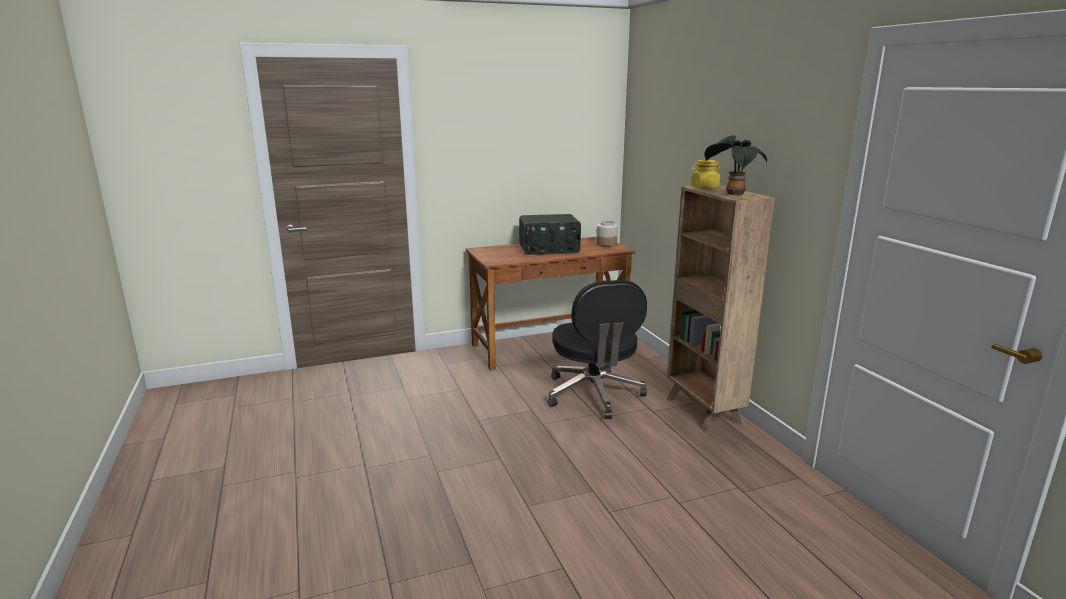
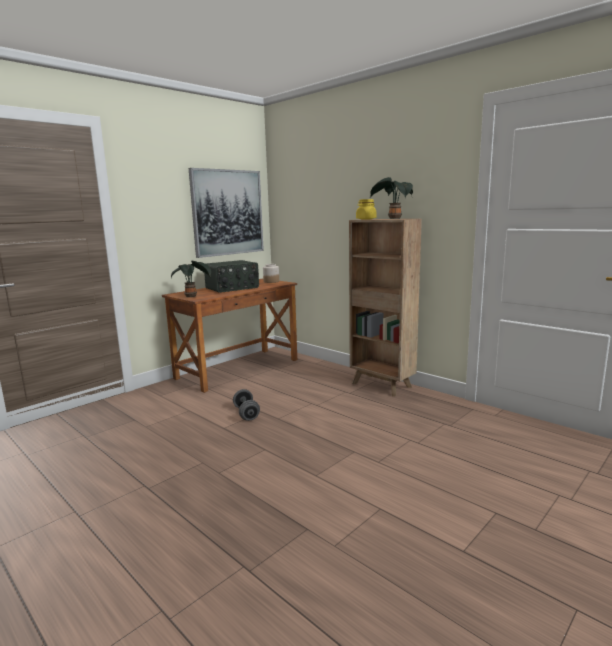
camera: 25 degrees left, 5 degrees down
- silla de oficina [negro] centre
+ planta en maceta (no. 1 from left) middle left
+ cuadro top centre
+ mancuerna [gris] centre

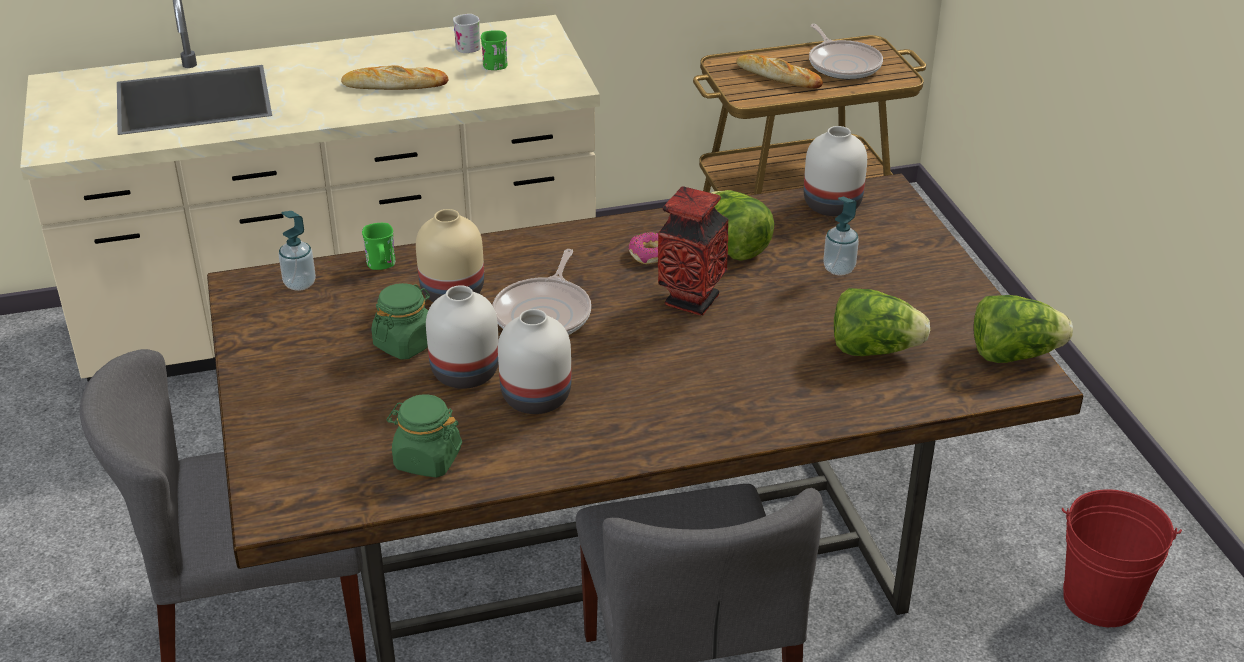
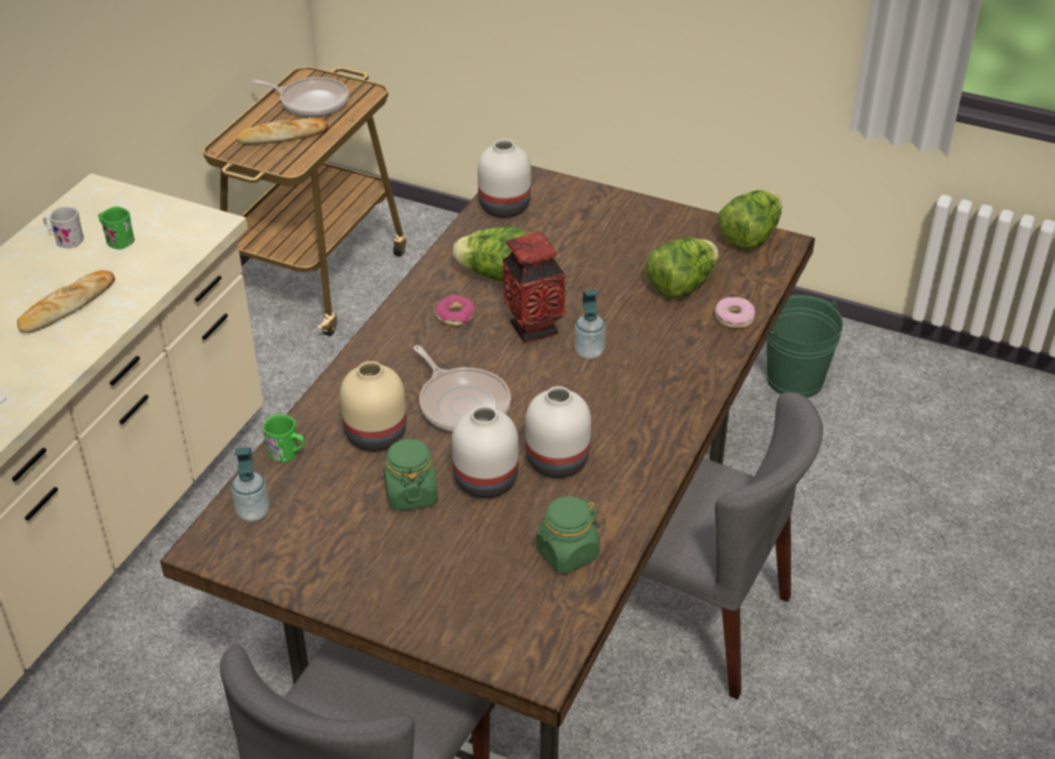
camera: 50 degrees left, 5 degrees up
~ dispensador de jabón (no. 2 from left) middle right to centre
~ cubo [rojo] bottom right to cubo [verde] middle right
+ rosquilla (no. 2 from left) middle right

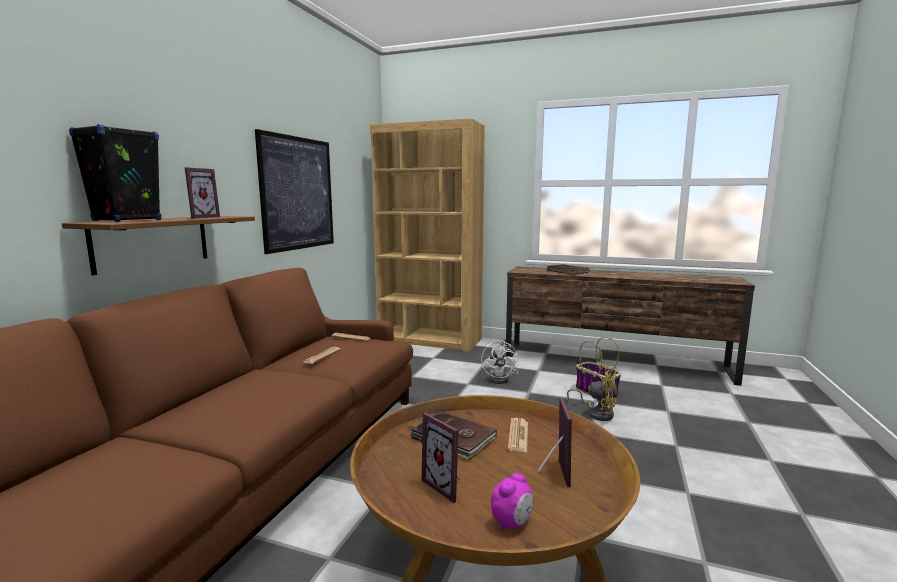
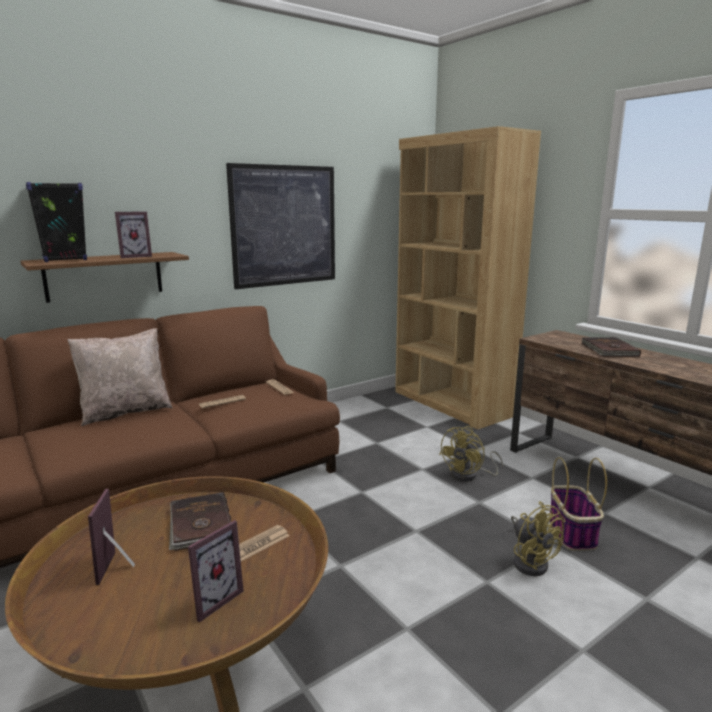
camera: 35 degrees right, 5 degrees up
~ ventilador [blanco] centre to ventilador [amarillo] (no. 1 from left) centre
- despertador bottom centre
+ cojín [beis] middle left

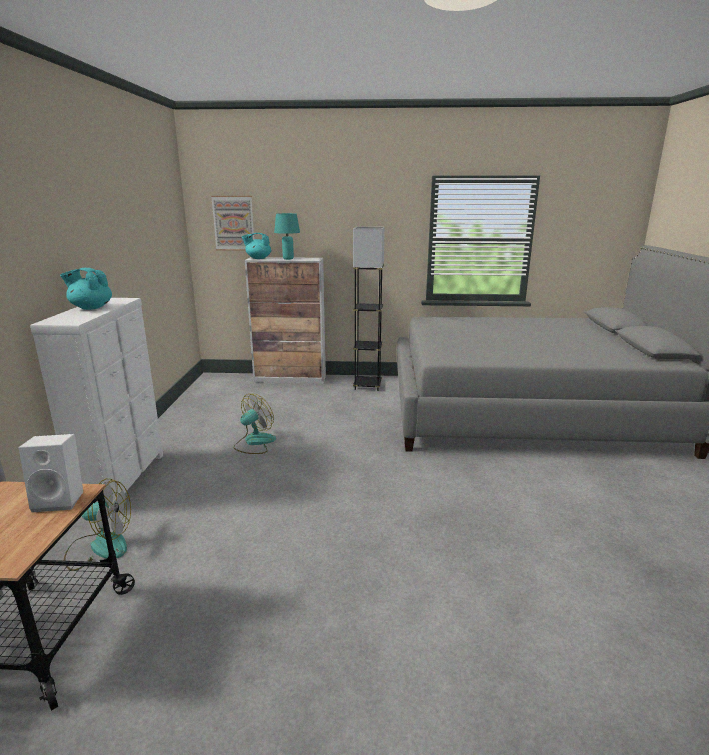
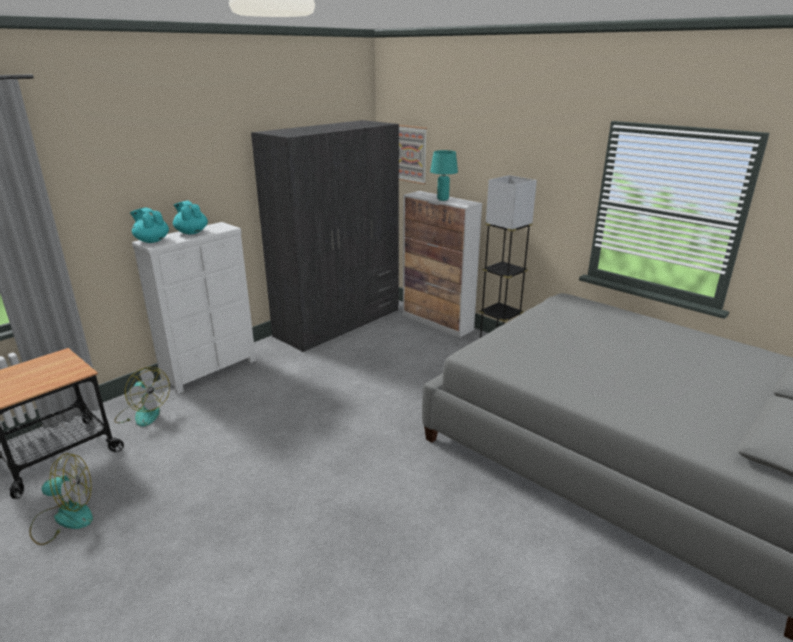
camera: 40 degrees right, 5 degrees up
- altavoz [blanco] middle left
~ ventilador (no. 2 from left in the first image) centre to ventilador (no. 1 from left) bottom left
~ tetera [turquesa] (no. 2 from left in the first image) top centre to tetera [turquesa] (no. 1 from left) middle left
+ armario ropero [gris] centre

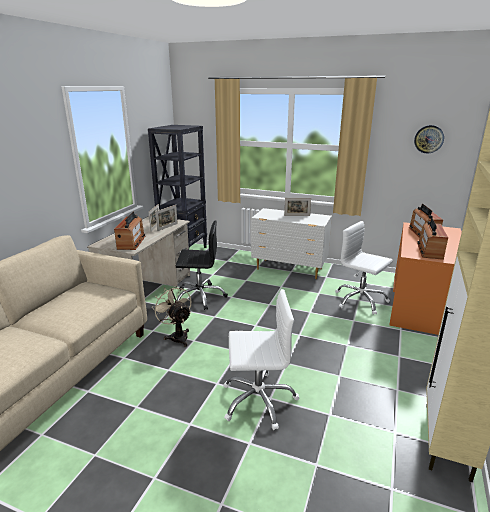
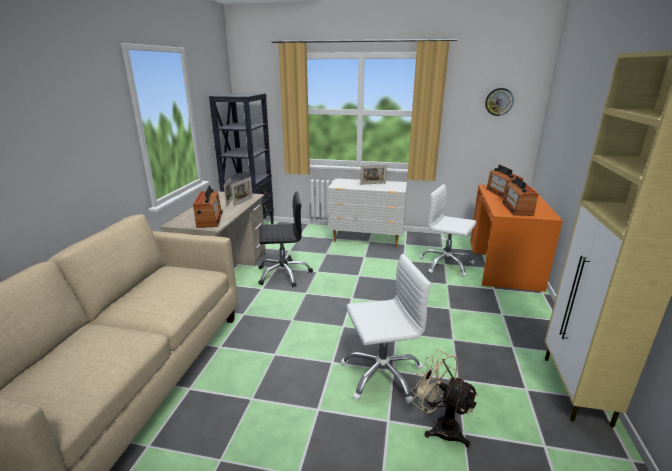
camera: 10 degrees left, 0 degrees up
~ ventilador [beis] centre to bottom centre

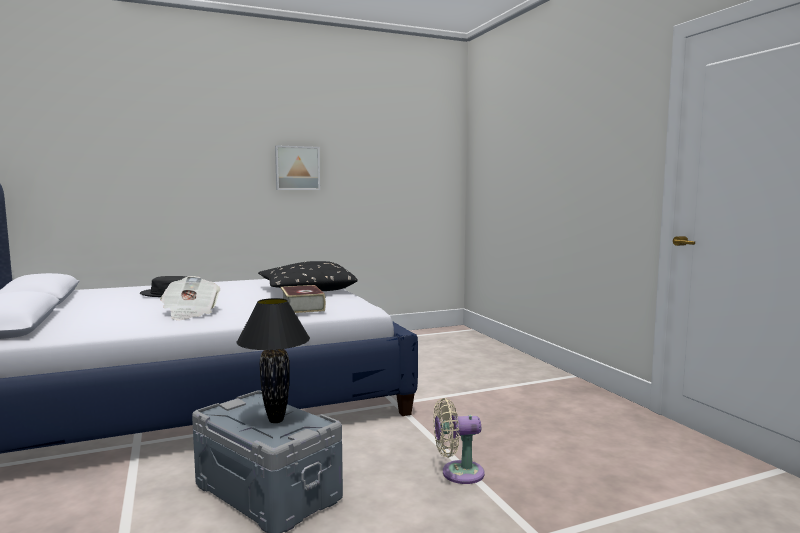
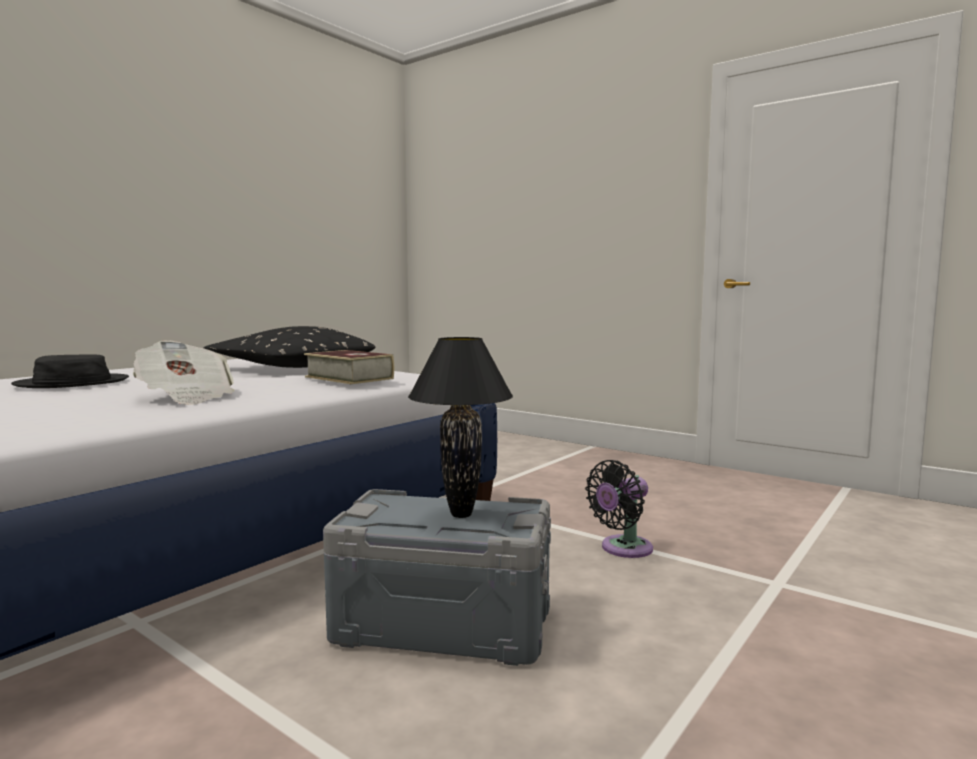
camera: 30 degrees left, 0 degrees up
- cuadro top centre
~ ventilador [beis] bottom centre to ventilador [negro] bottom centre

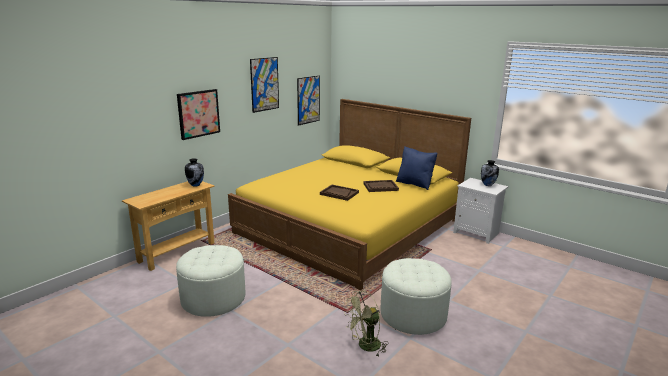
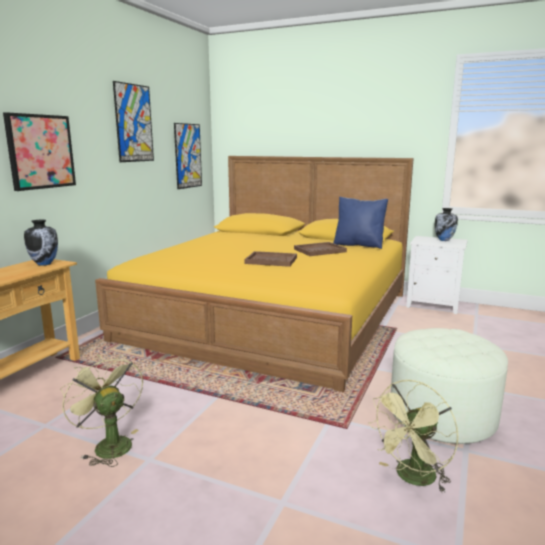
camera: 15 degrees left, 5 degrees down
~ puf [blanco] (no. 1 from left) bottom left to ventilador [verde] (no. 1 from left) bottom left

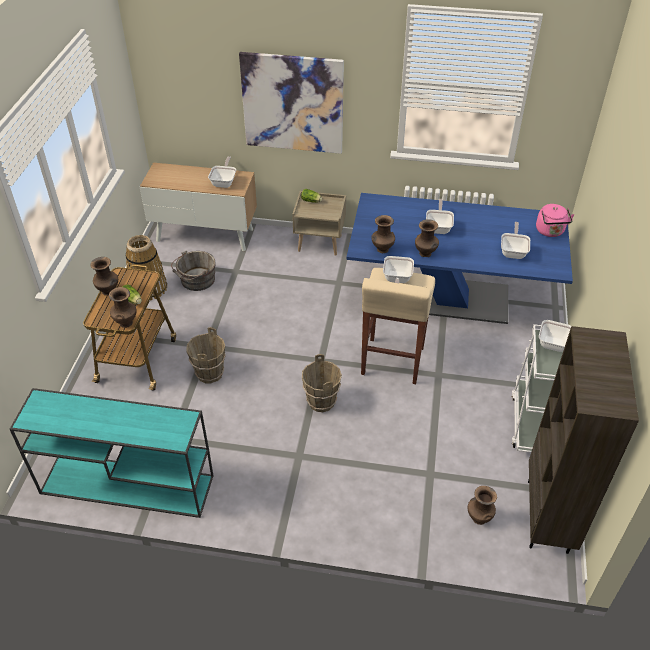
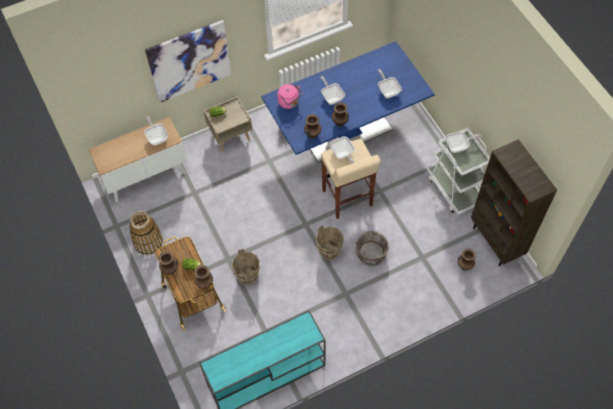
camera: 35 degrees left, 15 degrees up
~ cubo [gris] middle left to centre
~ hervidor [rosa] middle right to top centre

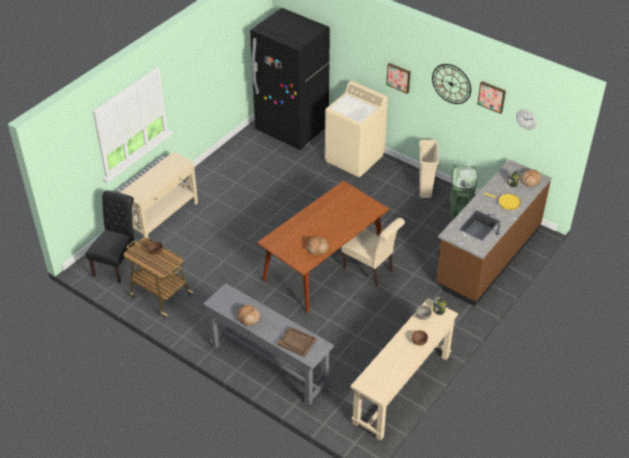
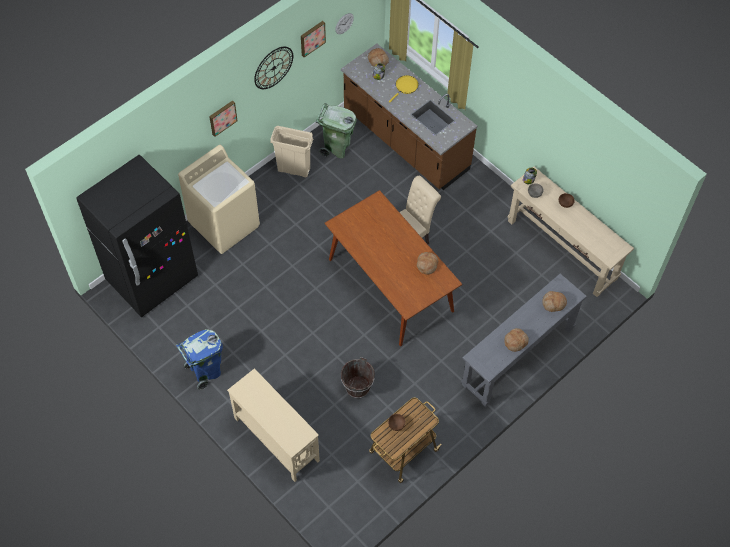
camera: 80 degrees left, 15 degrees up
- silla [negro] middle left
~ bandeja [marrón] bottom centre to pan (no. 4 from left) middle right
+ papelera [azul] middle left
+ cubo [marrón] bottom centre

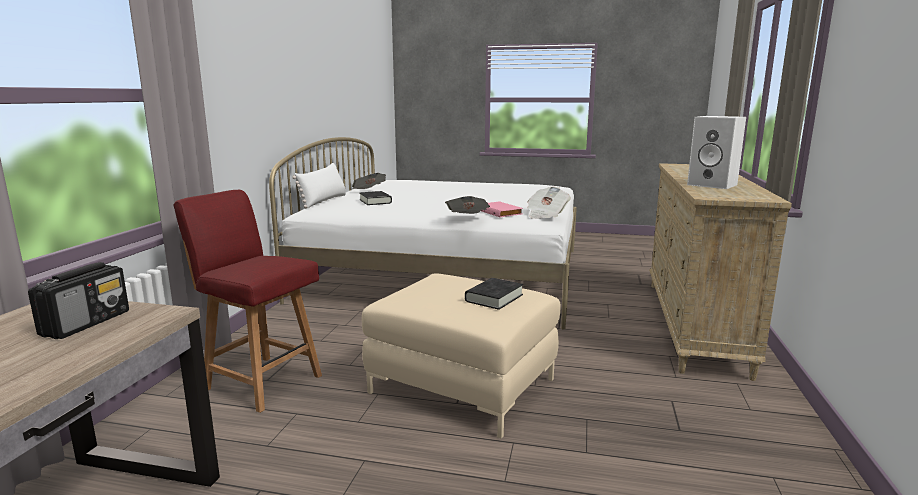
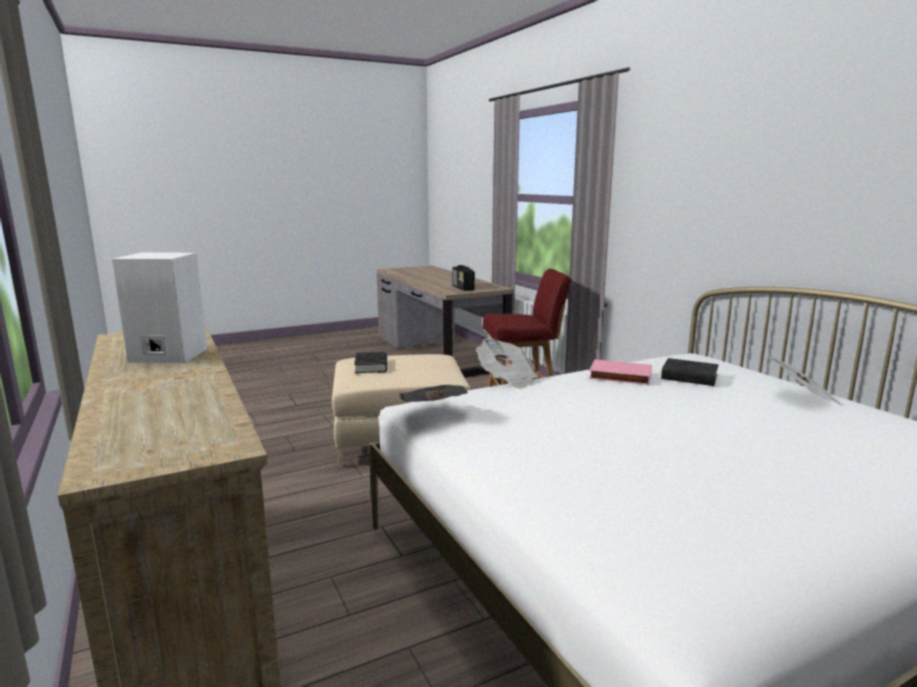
camera: 140 degrees right, 0 degrees up
- cojín [blanco] centre
~ libro [rosa] centre to middle right

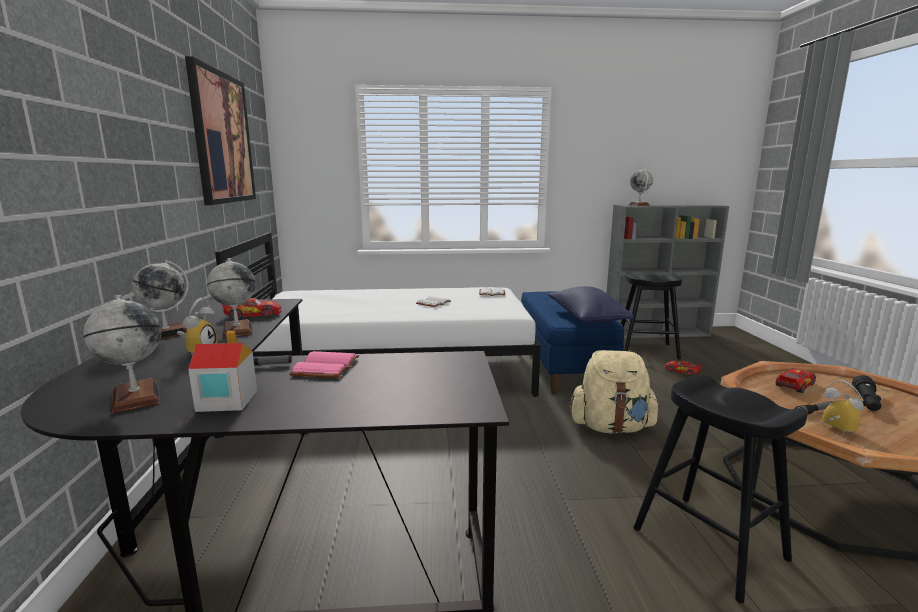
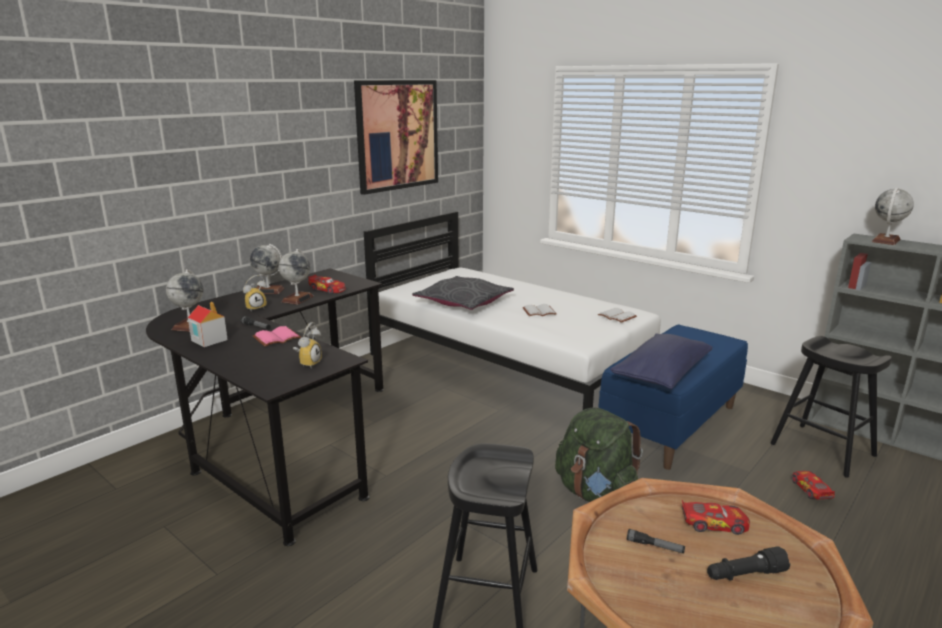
camera: 45 degrees right, 5 degrees up
~ mochila [beis] middle right to mochila [verde] bottom centre
~ despertador (no. 2 from left) middle right to middle left
+ cojín [gris] centre

